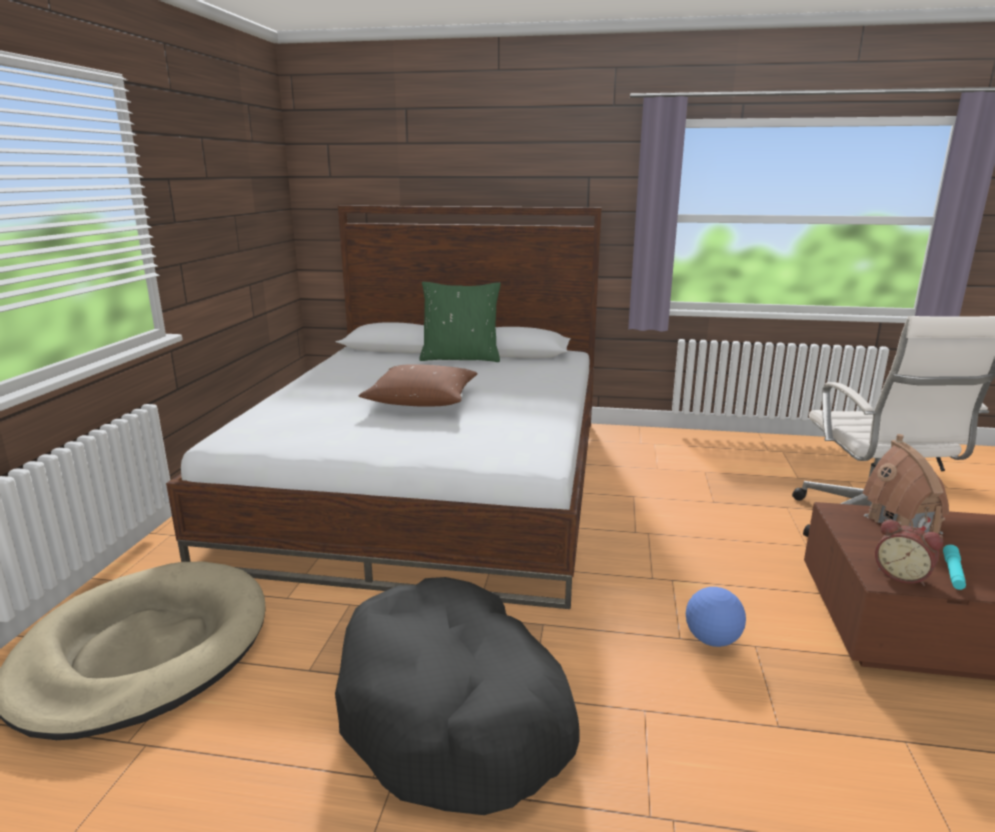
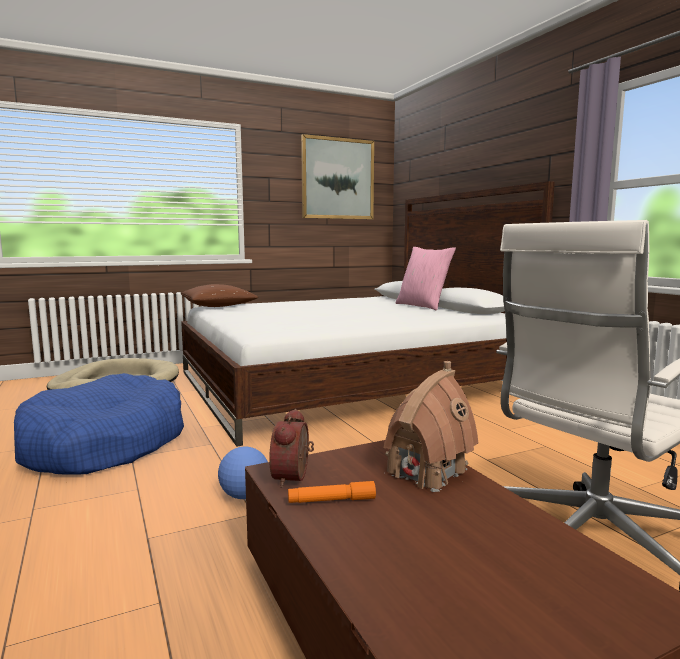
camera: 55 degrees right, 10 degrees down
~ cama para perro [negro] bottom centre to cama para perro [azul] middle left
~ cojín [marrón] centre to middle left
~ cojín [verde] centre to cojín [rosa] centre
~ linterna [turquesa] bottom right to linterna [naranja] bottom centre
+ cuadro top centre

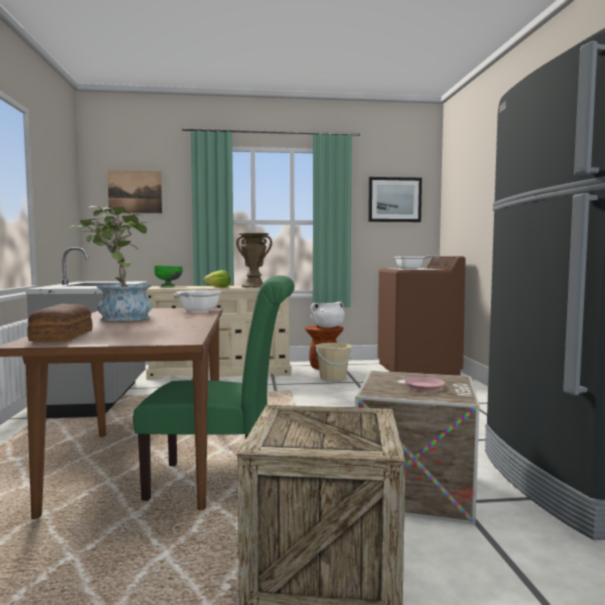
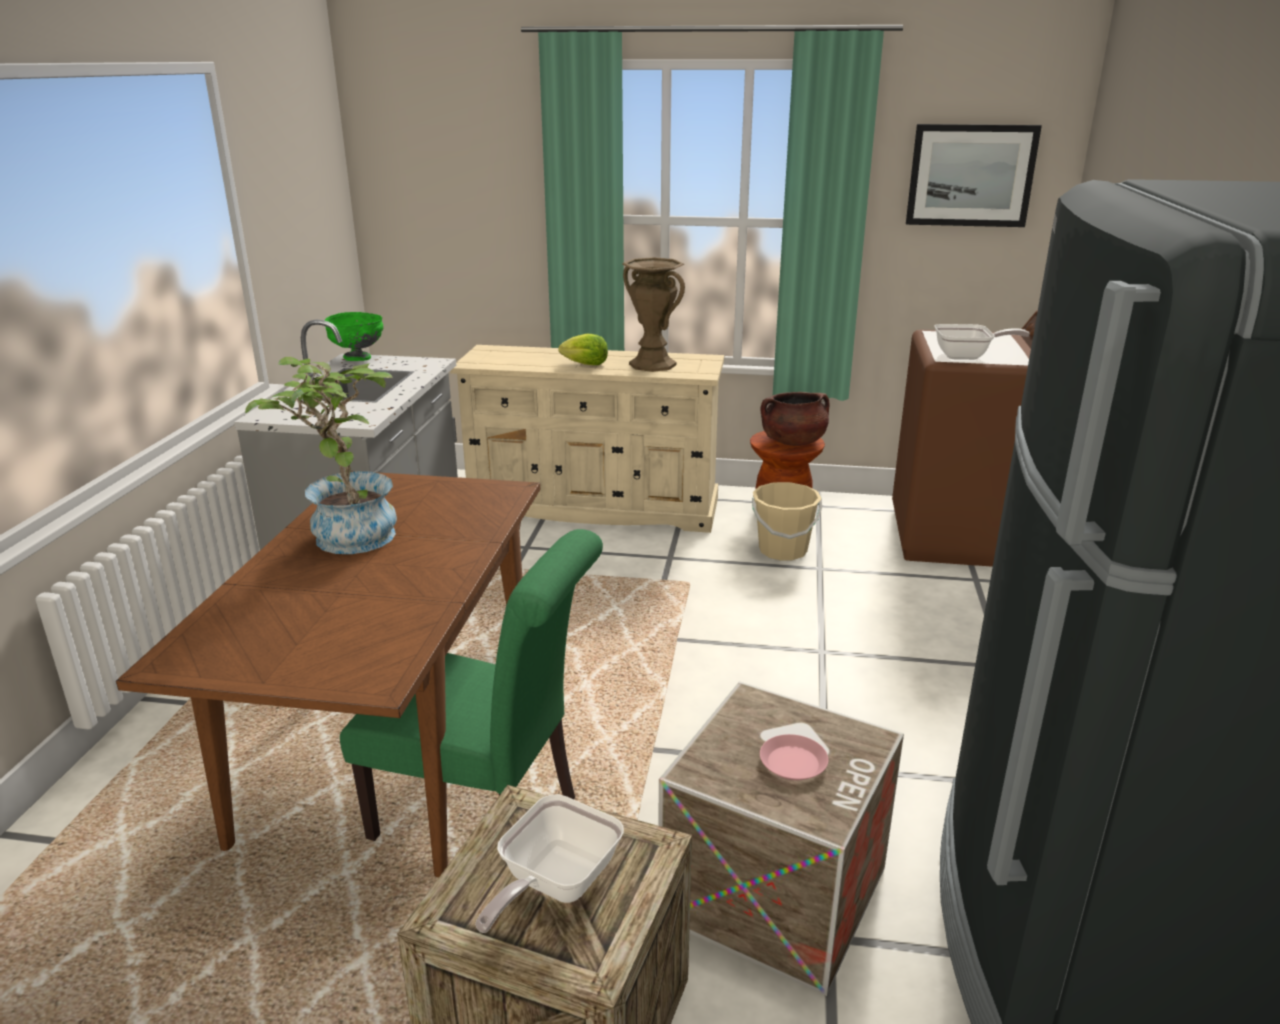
camera: 15 degrees right, 20 degrees up
- pan middle left
- cuadro (no. 1 from left) top left
~ cuenco [verde] middle left to top left
~ sartén (no. 1 from left) middle left to bottom centre
~ olla [blanco] centre to olla [marrón] centre

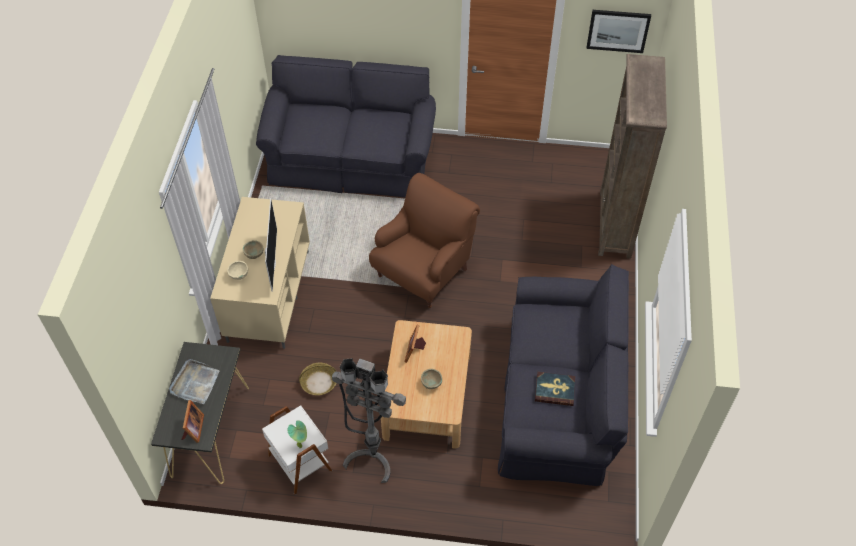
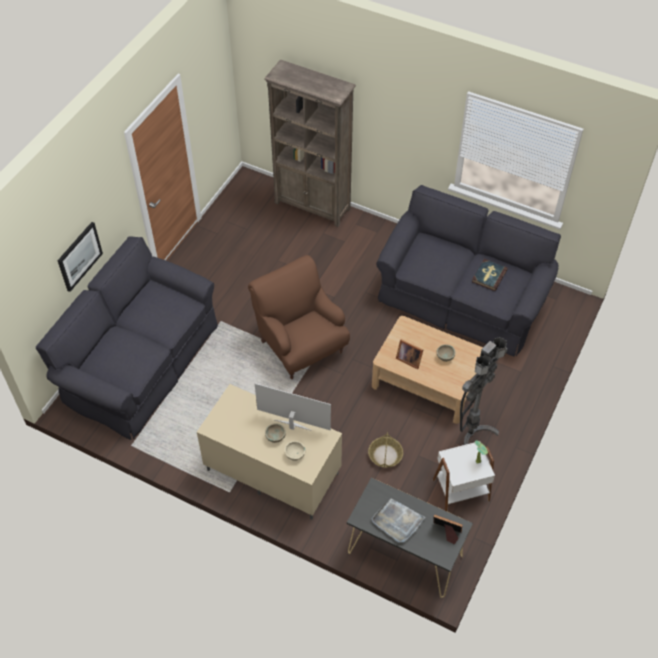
camera: 70 degrees left, 0 degrees up
~ cuadro top right to middle left

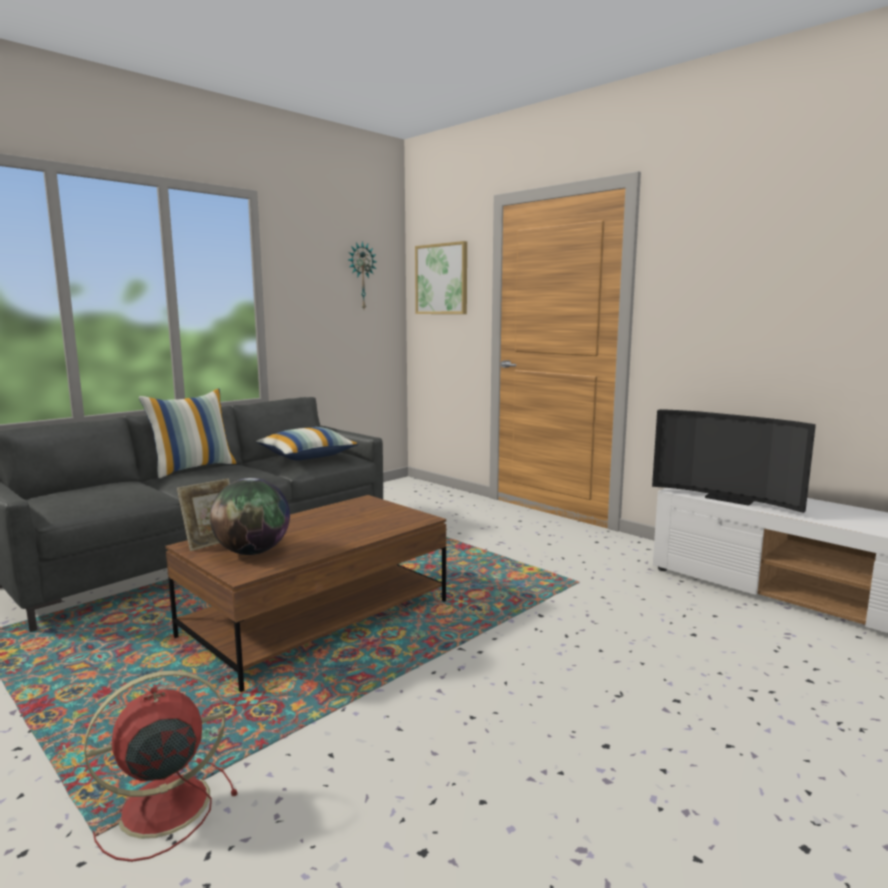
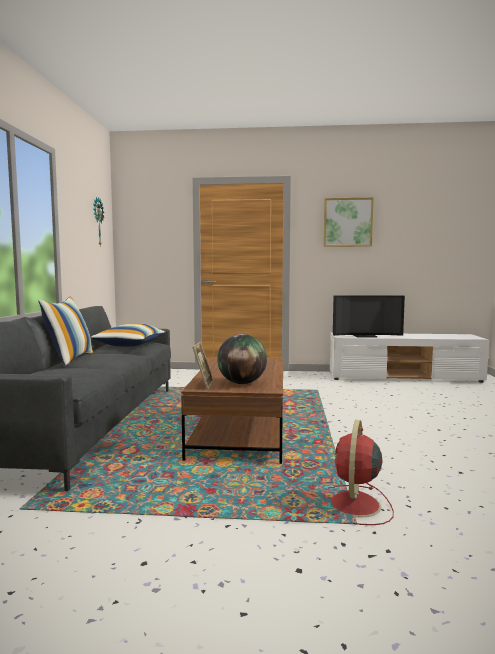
camera: 40 degrees left, 5 degrees down
~ cuadro top centre to middle right

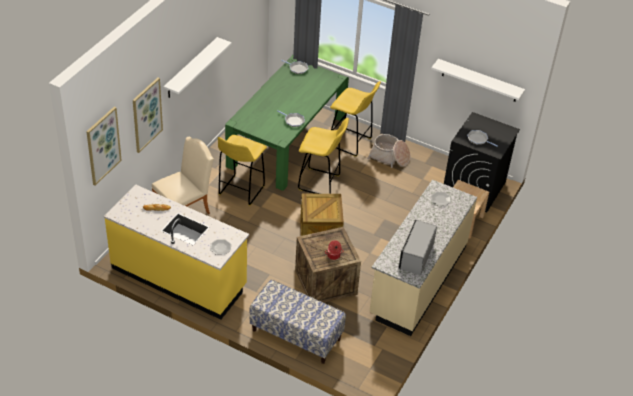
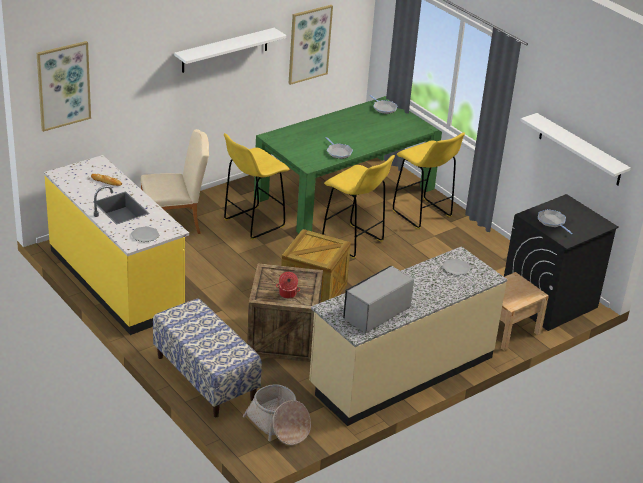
camera: 25 degrees right, 10 degrees down
~ cuadro (no. 2 from left) top left to top centre
~ cesta centre to bottom centre

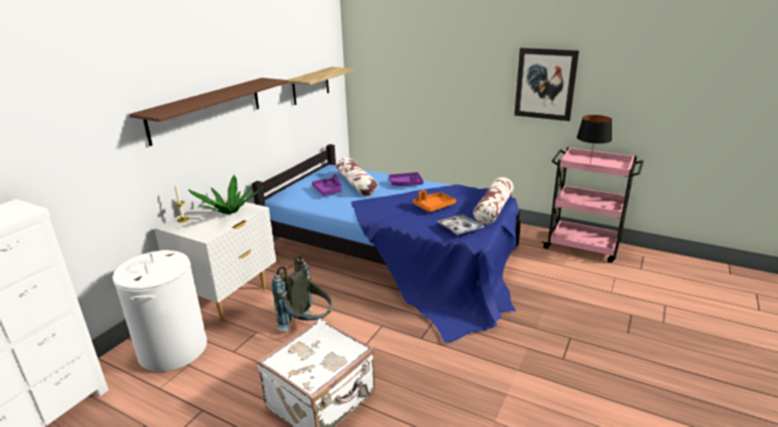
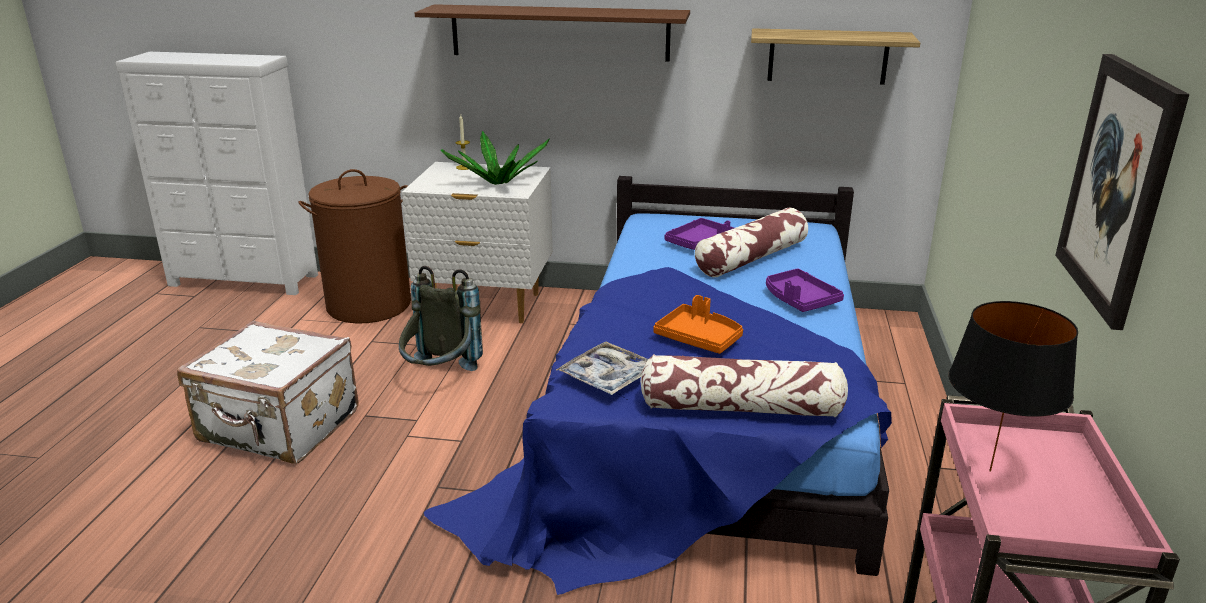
camera: 70 degrees right, 0 degrees up
~ cesto de la ropa [blanco] bottom left to cesto de la ropa [marrón] middle left

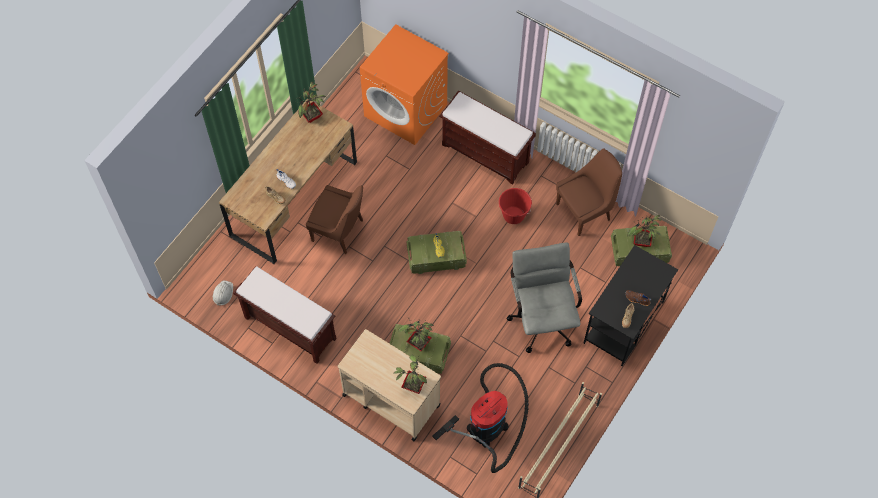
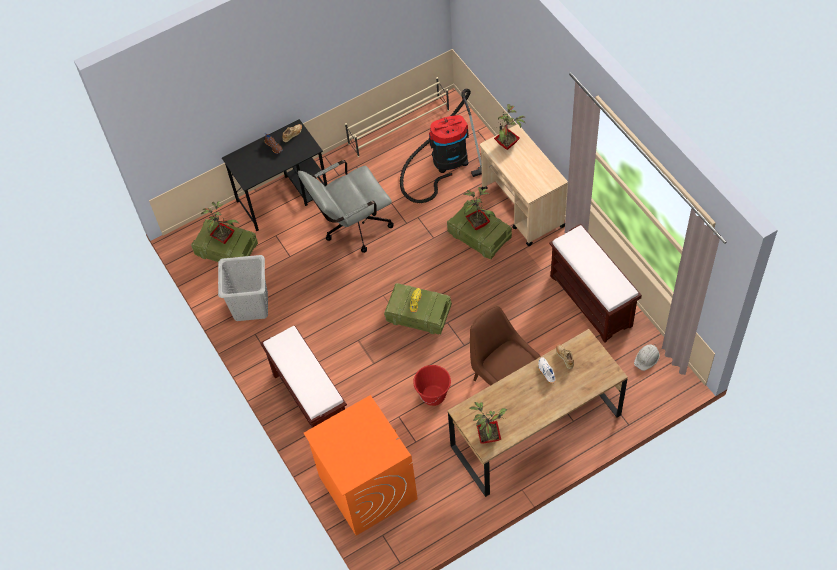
camera: 150 degrees left, 5 degrees down
~ cubo [rojo] centre to bottom centre
~ silla de oficina [gris] centre = centre 45 degrees clockwise
~ silla [marrón] (no. 2 from left) middle right to cesto de la ropa [gris] middle left

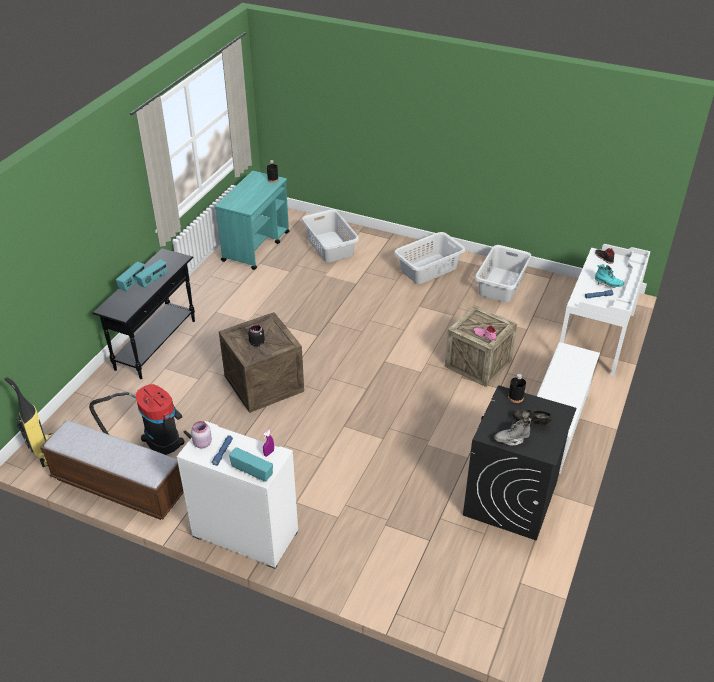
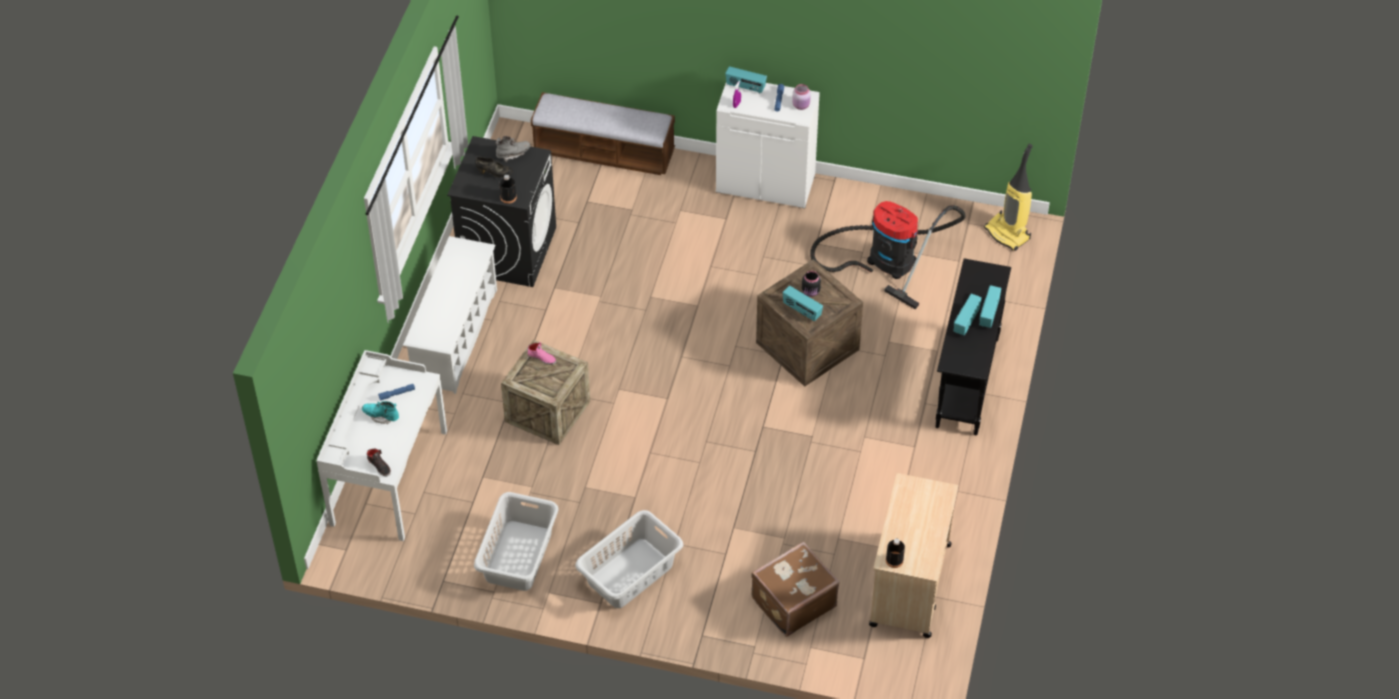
camera: 170 degrees right, 10 degrees up
~ banco bottom left to top centre
~ carrito [turquesa] top centre to carrito [beis] bottom centre
~ cesto de la ropa [gris] (no. 1 from left) centre to maleta [marrón] bottom centre
+ radio (no. 2 from left) centre

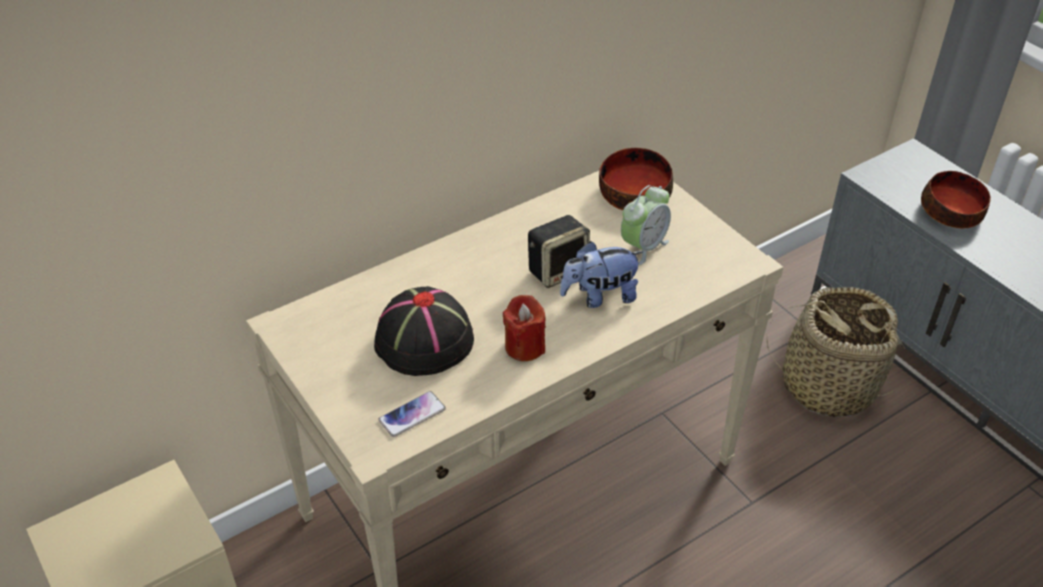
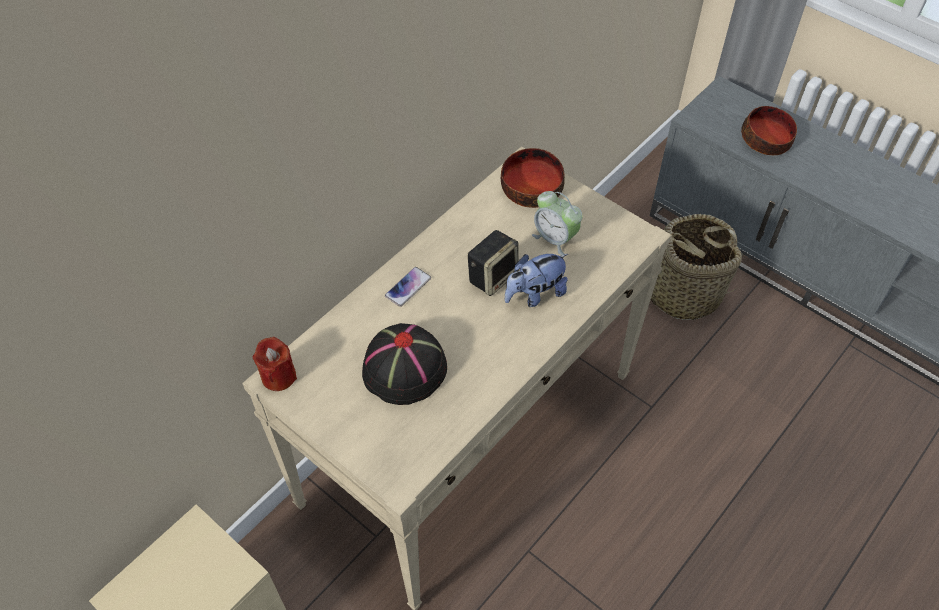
camera: 15 degrees left, 10 degrees up
~ móvil bottom centre to centre
~ vela [rojo] centre to middle left
~ despertador centre = centre 105 degrees clockwise

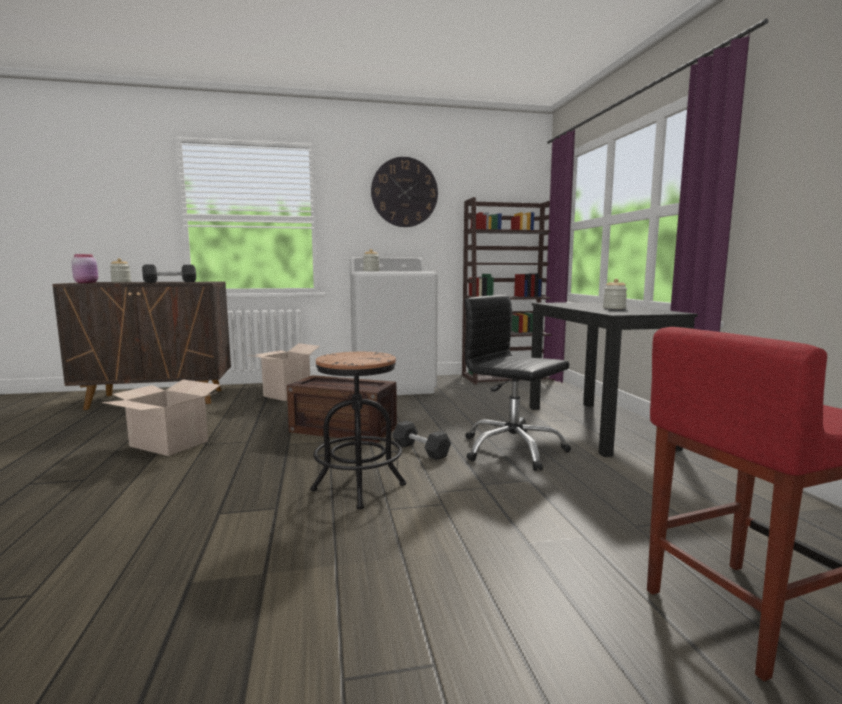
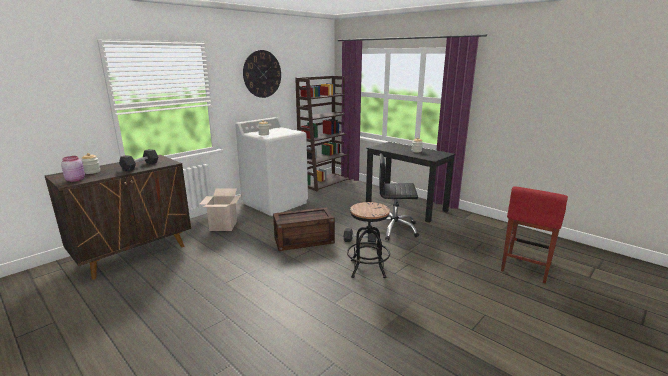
camera: 35 degrees left, 10 degrees up
- caja de cartón (no. 1 from left) middle left

